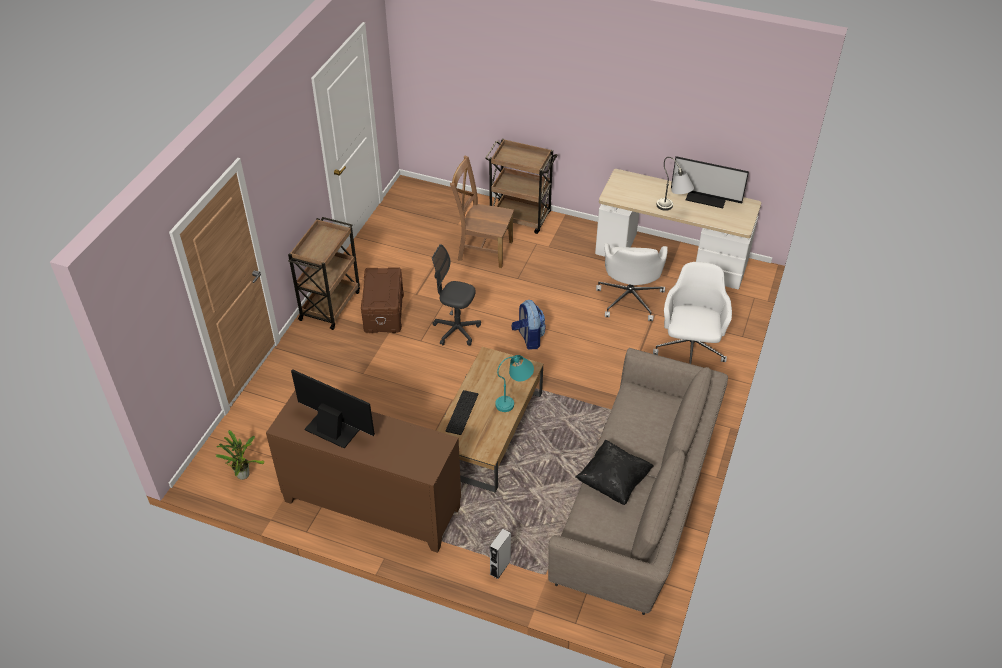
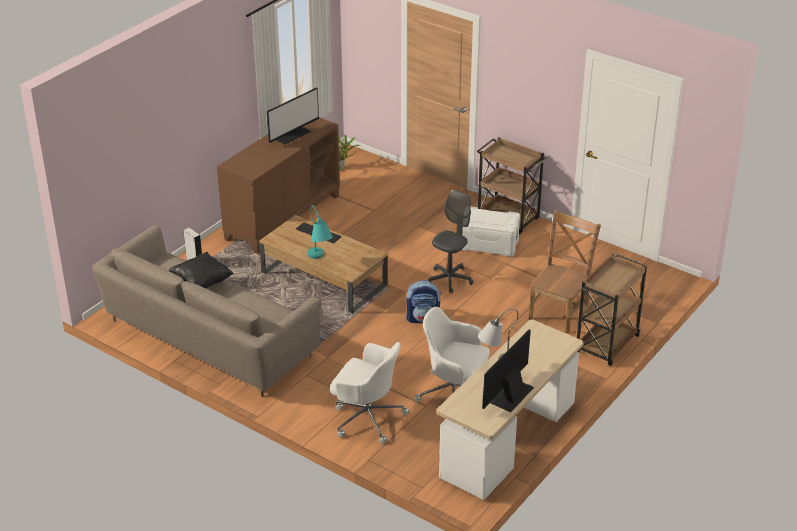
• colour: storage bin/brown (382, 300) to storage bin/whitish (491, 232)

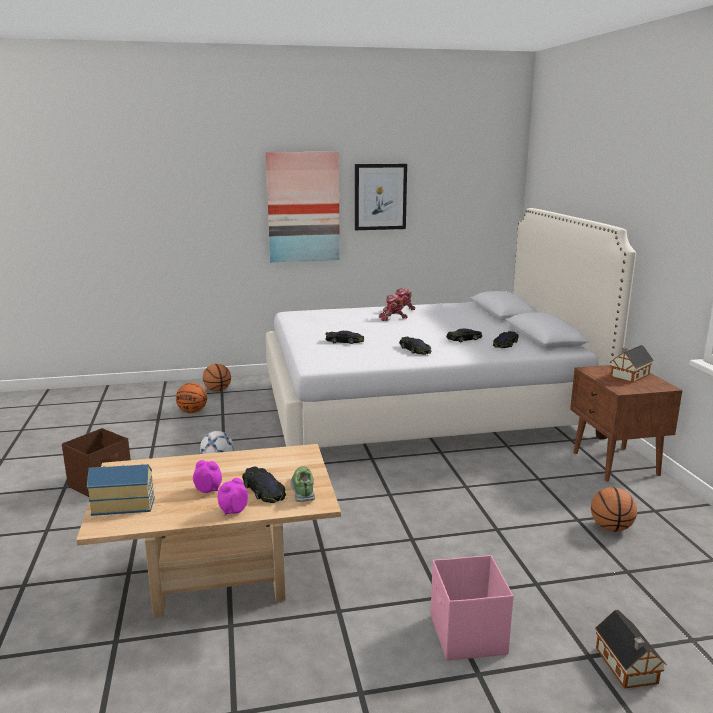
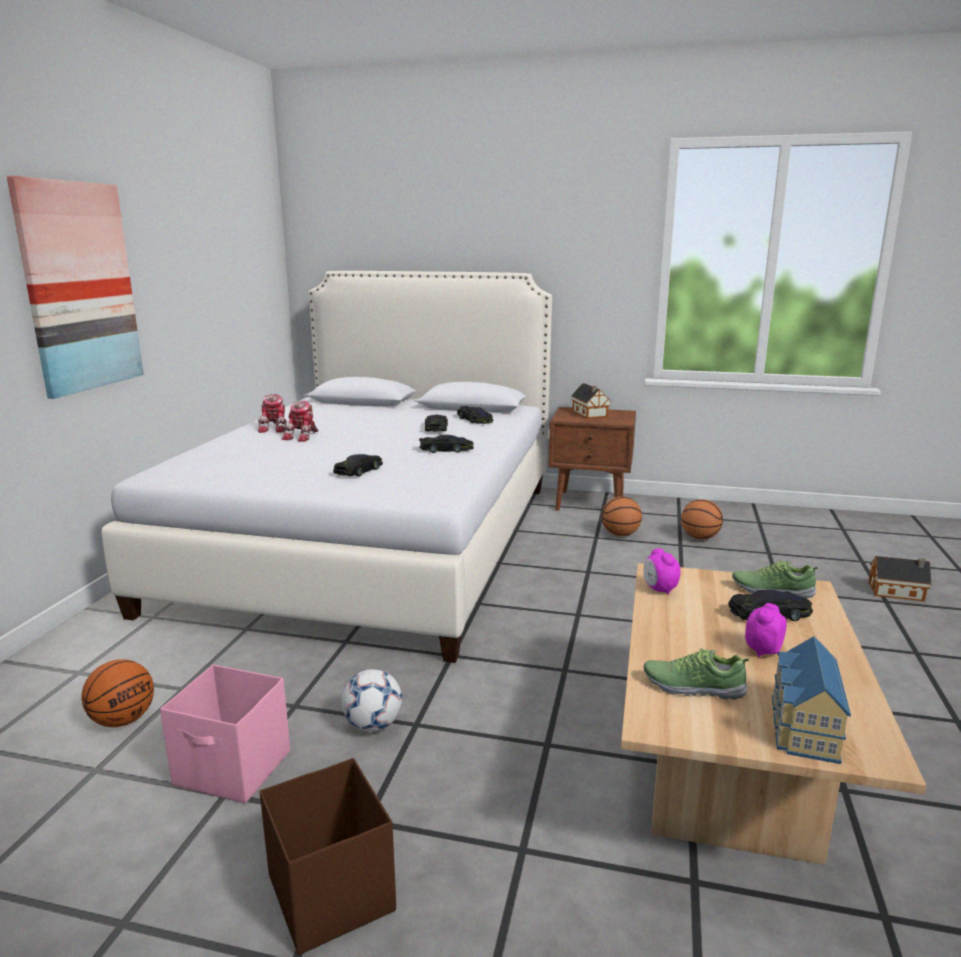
• missing: picture (381, 197)
• relocated: basketball (217, 378) to (621, 516)
• relocated: alarm clock (233, 496) to (661, 572)
• relocated: storage bin/pink-coloured (472, 608) to (225, 733)
• appeared: item of footwear (696, 674)

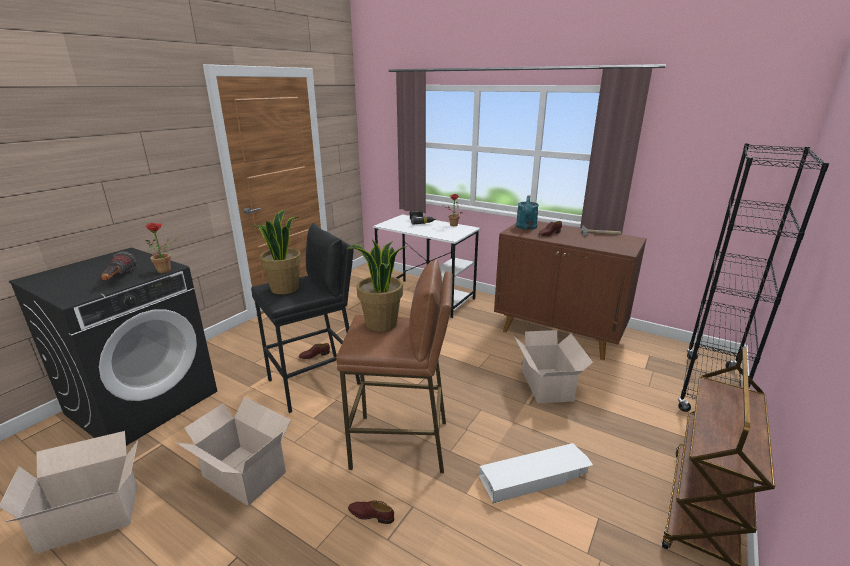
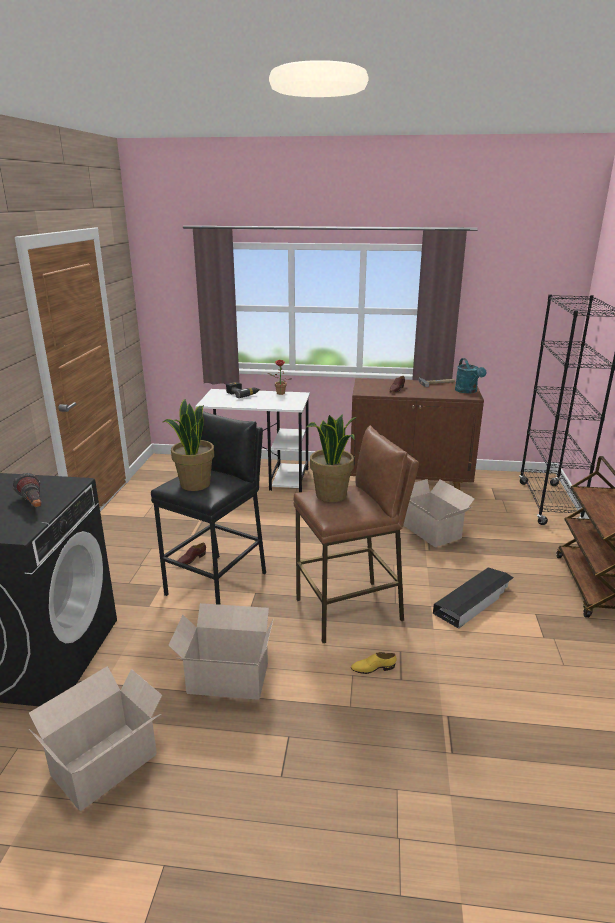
• relocated: sprinkling can/blue-green (527, 212) to (471, 376)
• missing: plant in a pot (162, 248)
• colour: storage bin/whitish (536, 473) to storage bin/black-coloured (473, 598)
• colour: item of footwear/brown (371, 512) to item of footwear/yellowish (373, 663)

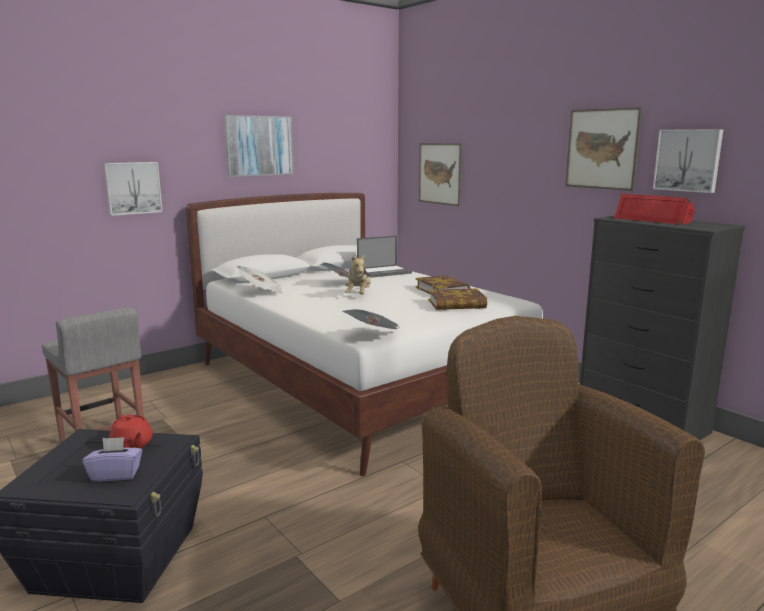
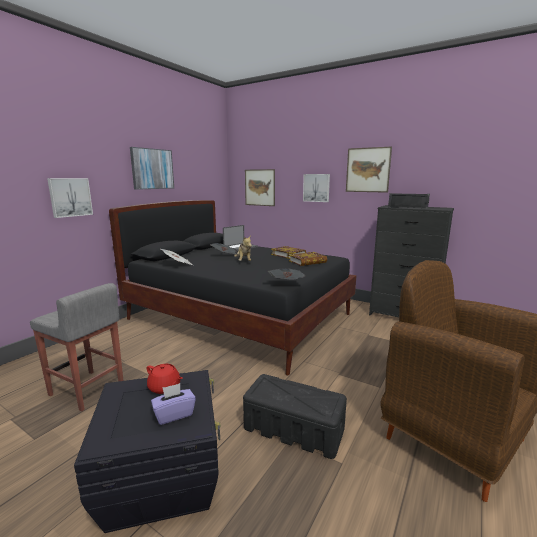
• relocated: picture (688, 161) to (316, 188)
• colour: sleeping bed/whitish (364, 334) to sleeping bed/black-coloured (233, 287)
• colour: audio speaker/red (654, 209) to audio speaker/black-coloured (409, 200)
• appeared: storage bin/black-coloured (295, 416)

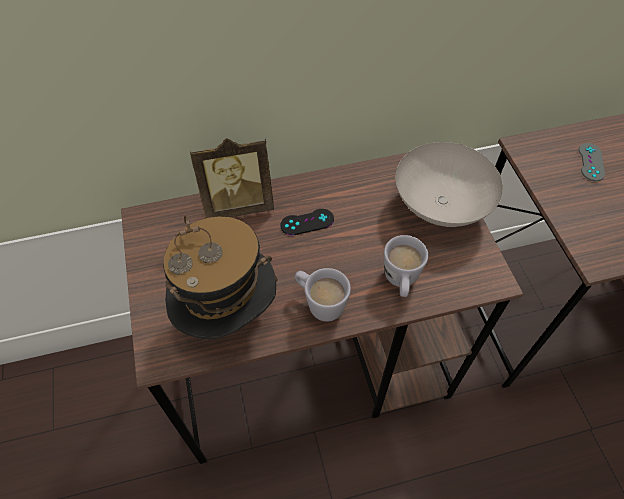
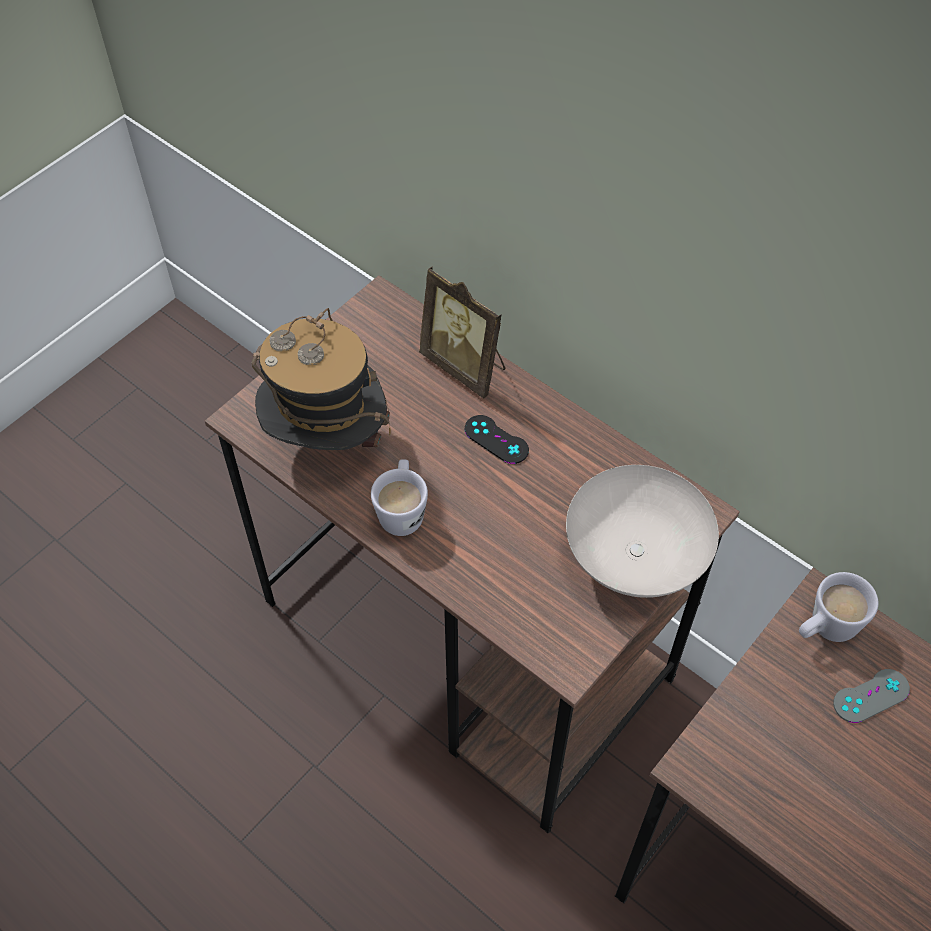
• relocated: coffee mug/whitish (406, 266) to (838, 607)

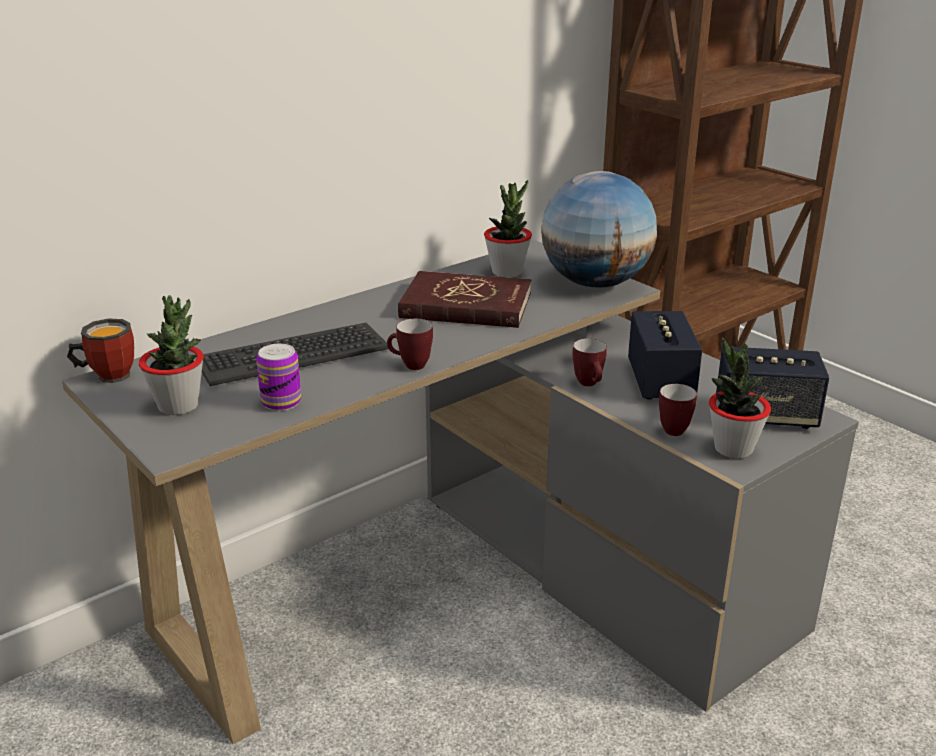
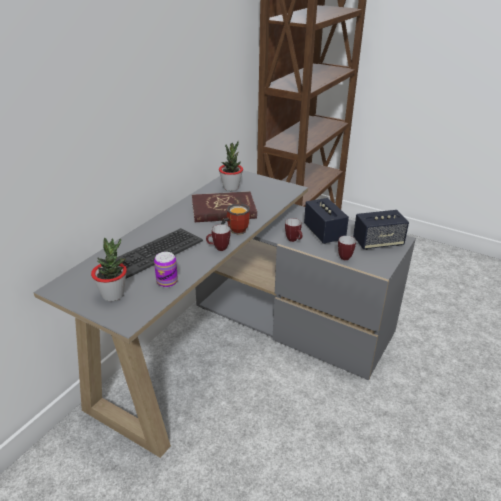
• missing: globe (599, 229)
• relocated: coffee mug (100, 350) to (235, 219)
• missing: plant in a pot (740, 398)

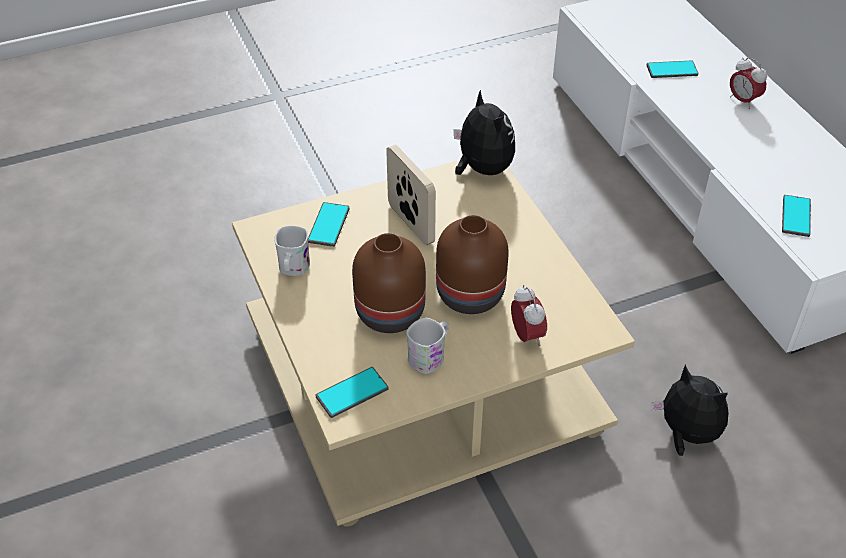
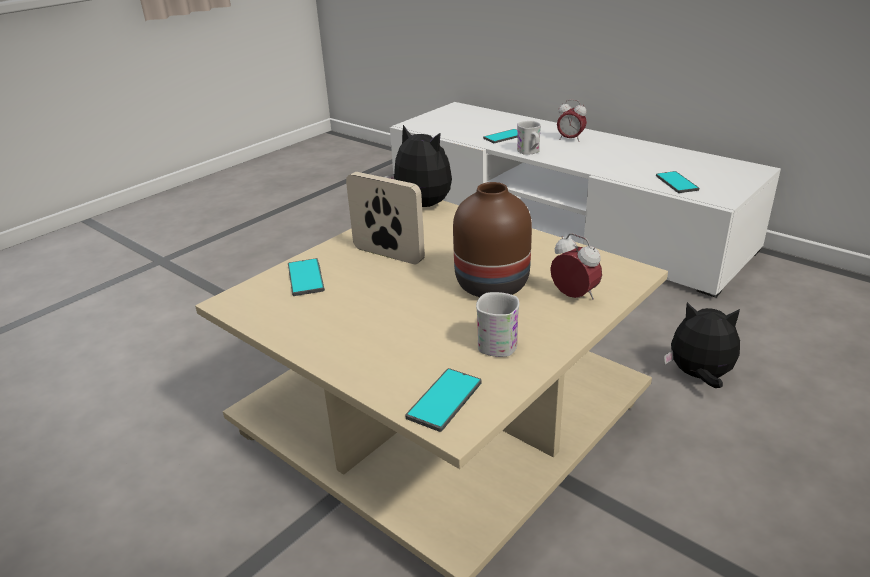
• relocated: coffee mug/whitish (292, 251) to (529, 138)
• missing: flower vase/brown (389, 283)

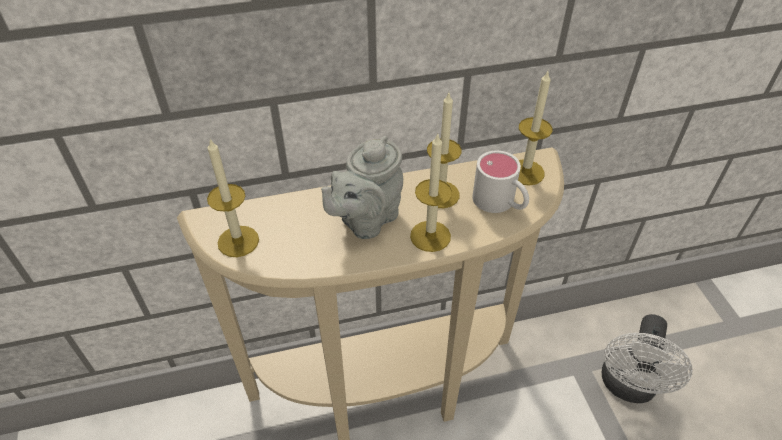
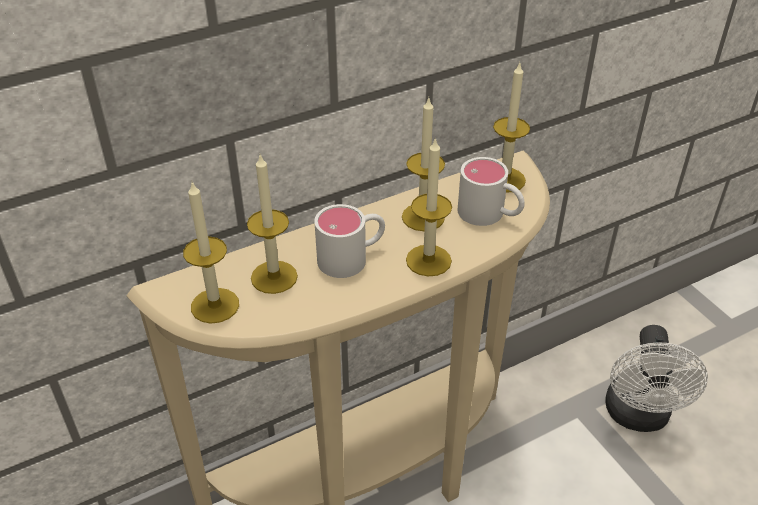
• exchanged: tea pot/grey (362, 187) to coffee mug/whitish (349, 241)
• appeared: wax light (272, 224)

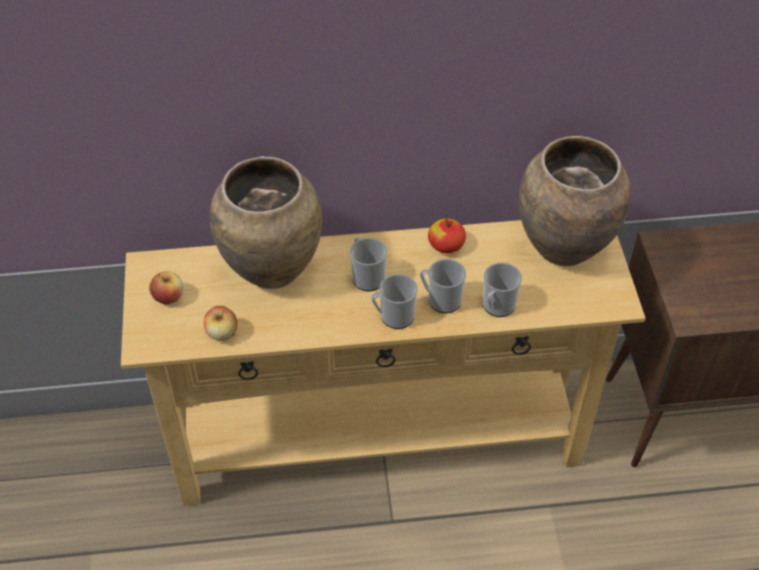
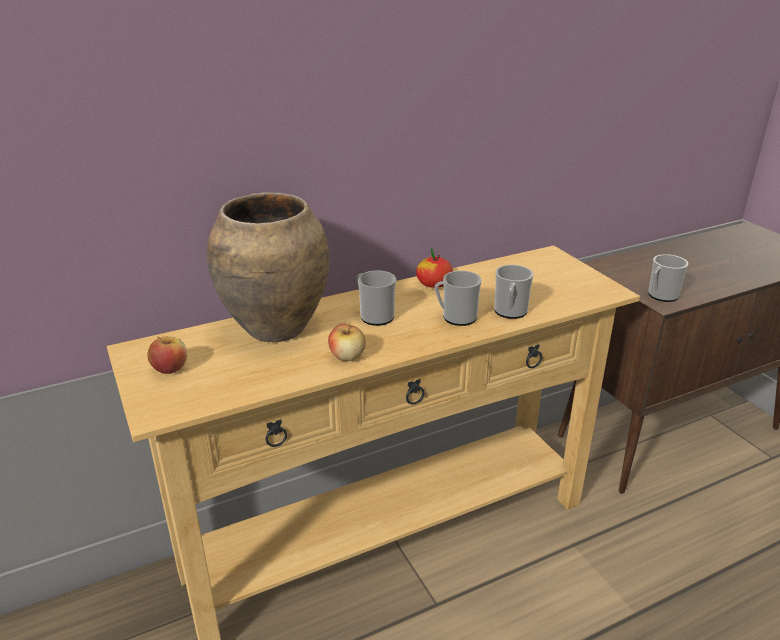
• missing: flower vase/brown (575, 201)
• relocated: coffee mug (394, 301) to (668, 278)
• relocated: apple fruit (221, 323) to (347, 342)

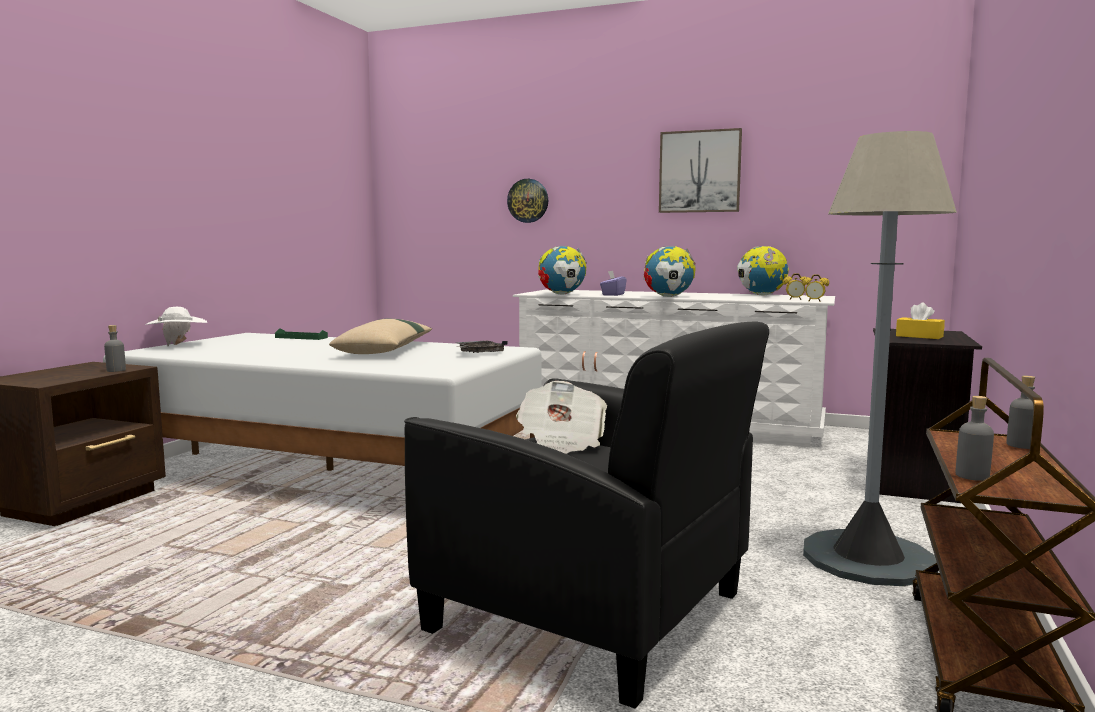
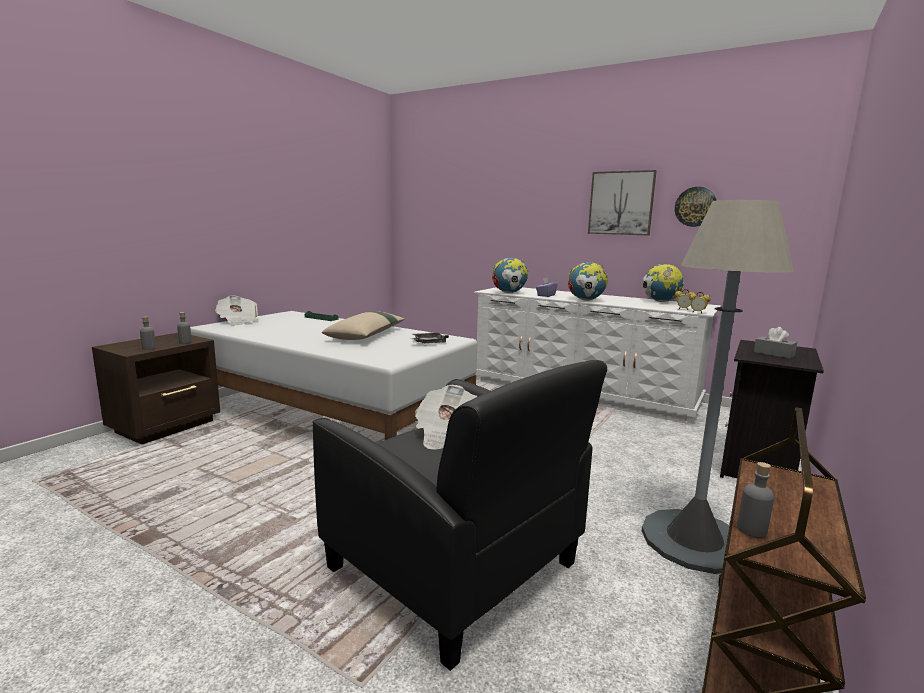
• relocated: wall clock (527, 201) to (695, 207)
• colour: tissue box/yellowish (920, 320) to tissue box/grey (775, 342)
• exchanged: wearable hat/whitish (176, 326) to daily paper (236, 310)
• relocated: drink bottle/grey (1020, 412) to (148, 333)

